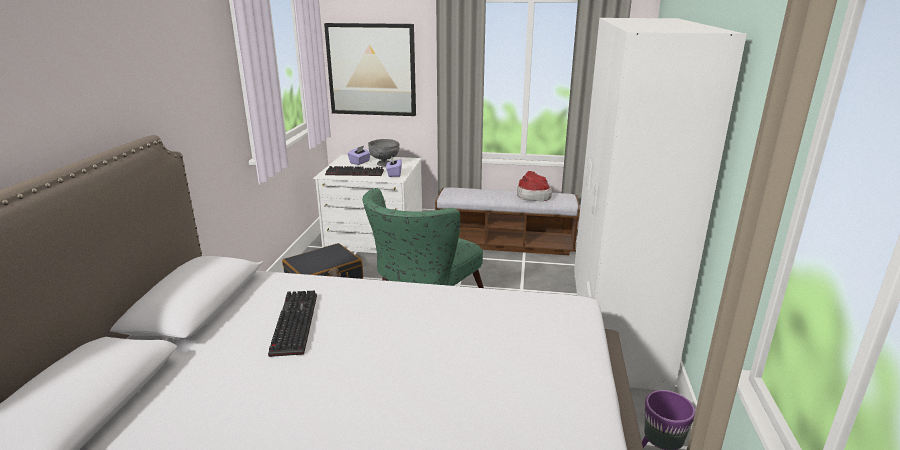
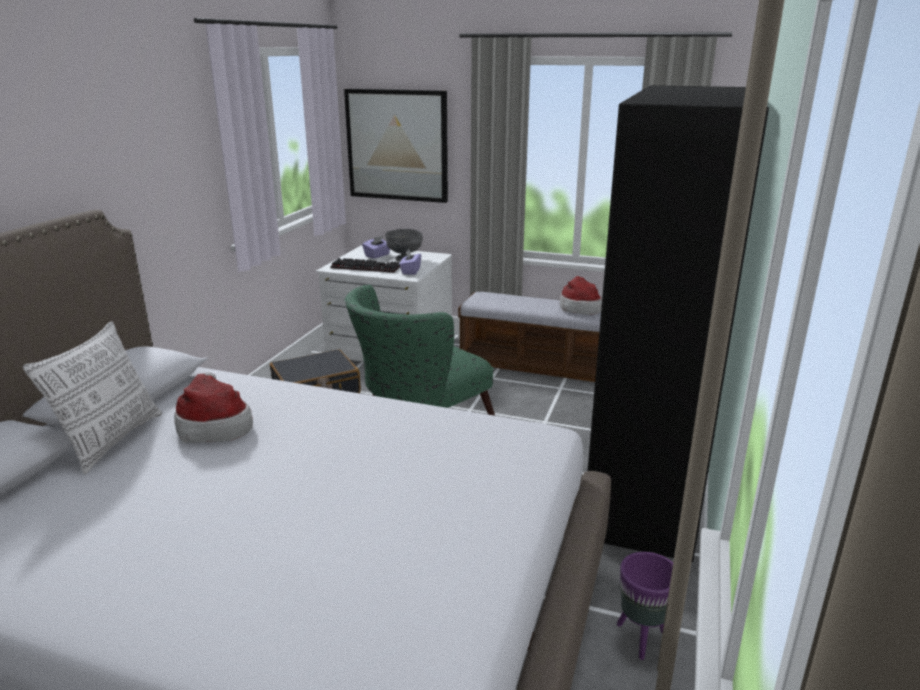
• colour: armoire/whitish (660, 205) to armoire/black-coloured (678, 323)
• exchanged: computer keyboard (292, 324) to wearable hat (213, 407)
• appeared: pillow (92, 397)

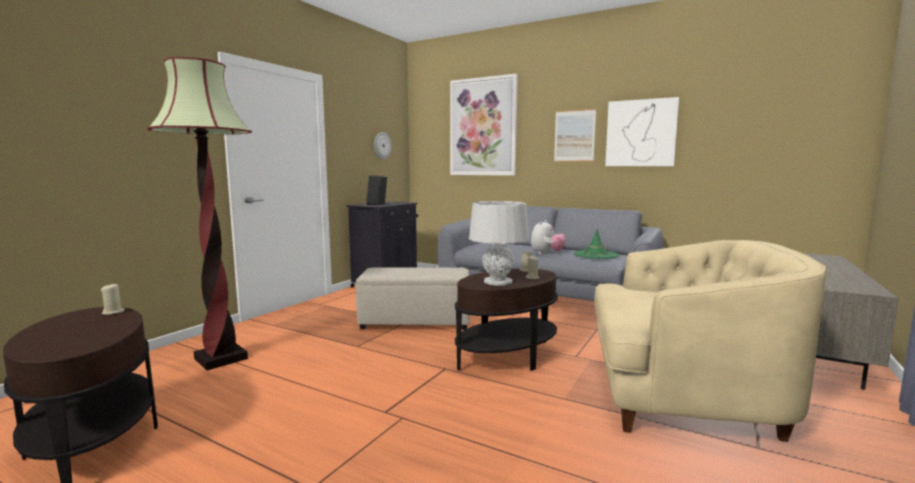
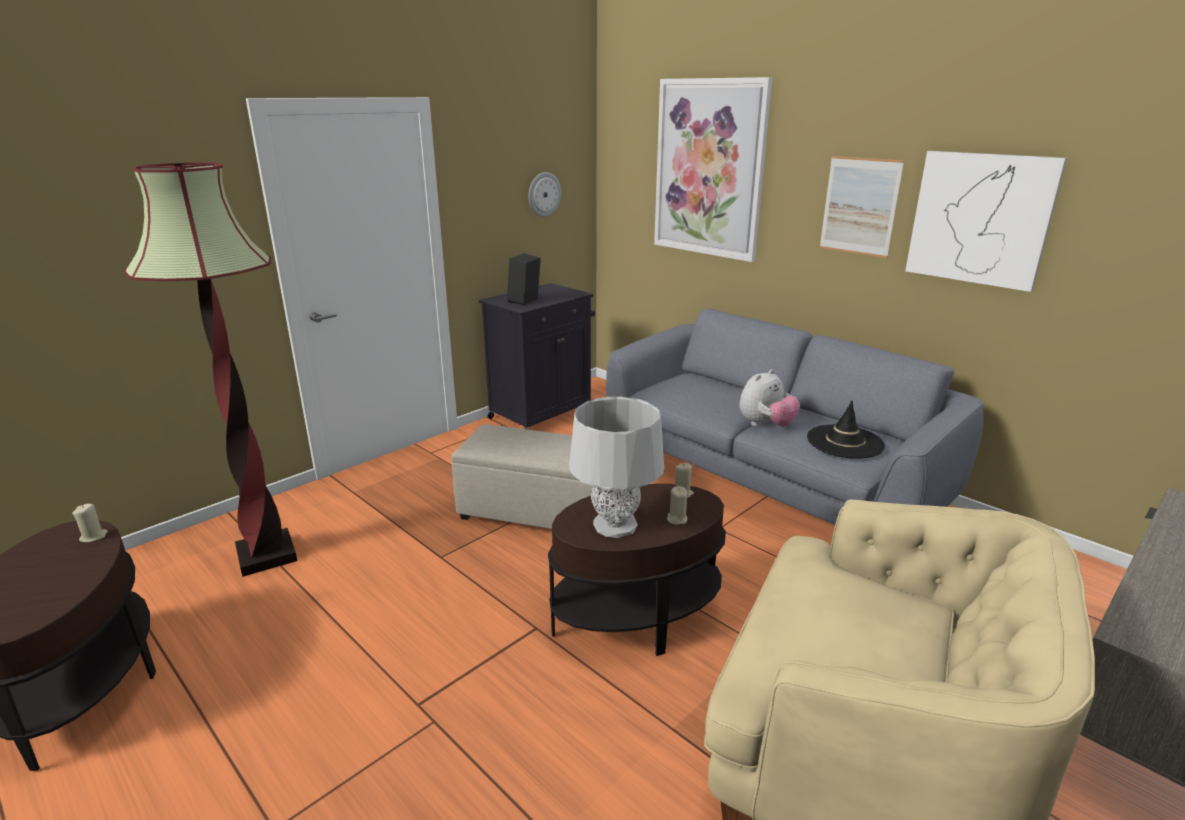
• colour: wearable hat/green (596, 244) to wearable hat/black-coloured (846, 429)

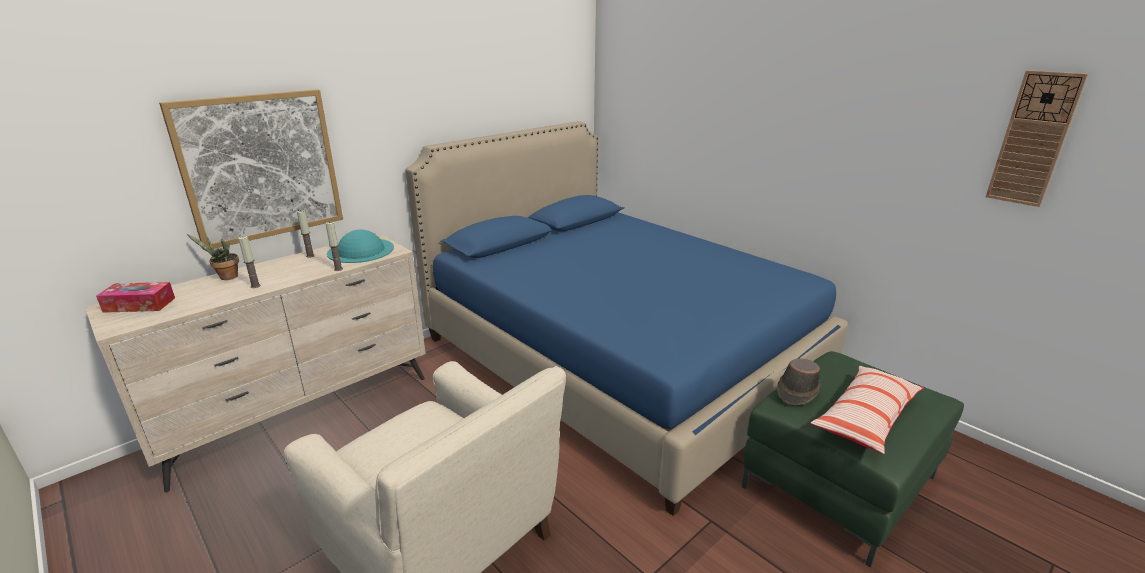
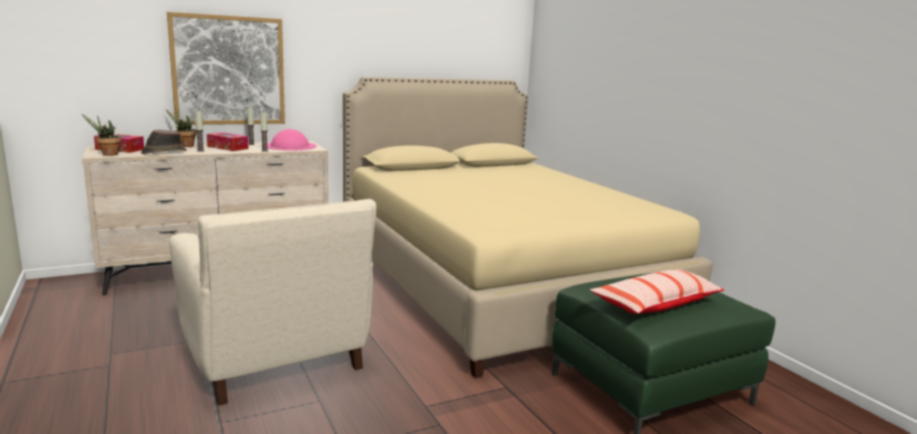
• missing: wall clock (1037, 138)
• colour: sleeping bed/bluish (626, 318) to sleeping bed/beige-coloured (528, 227)
• colour: wearable hat/blue-green (360, 246) to wearable hat/pink-coloured (292, 139)
• relocated: wearable hat/brown (798, 382) to (163, 142)
• appeared: plant in a pot (101, 135)
• appeared: tissue box (228, 141)

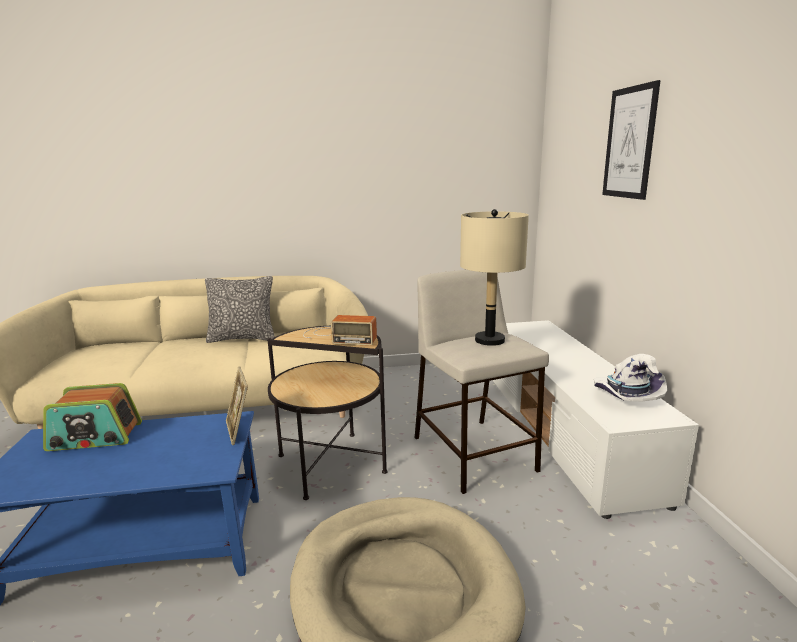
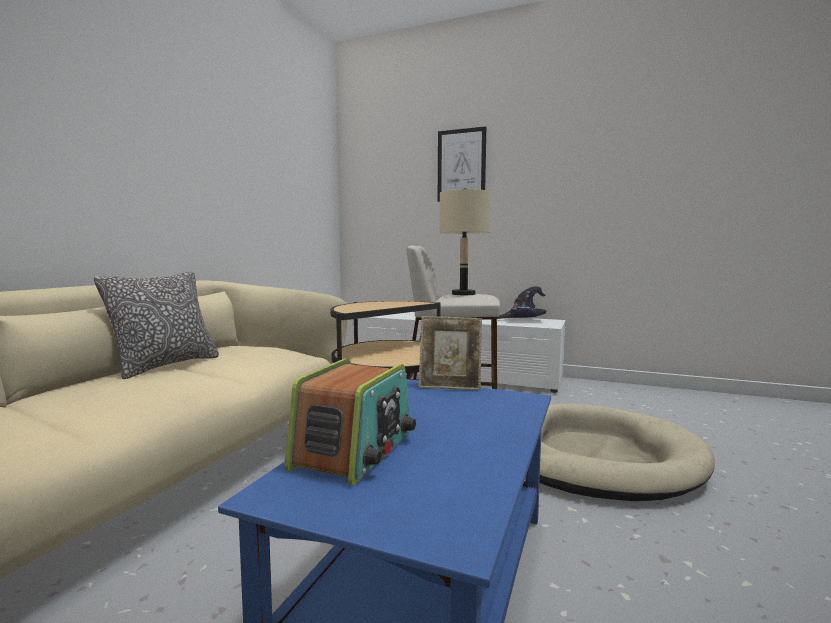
• missing: radio set (340, 330)
• colour: wearable hat/whitish (630, 377) to wearable hat/black-coloured (521, 302)

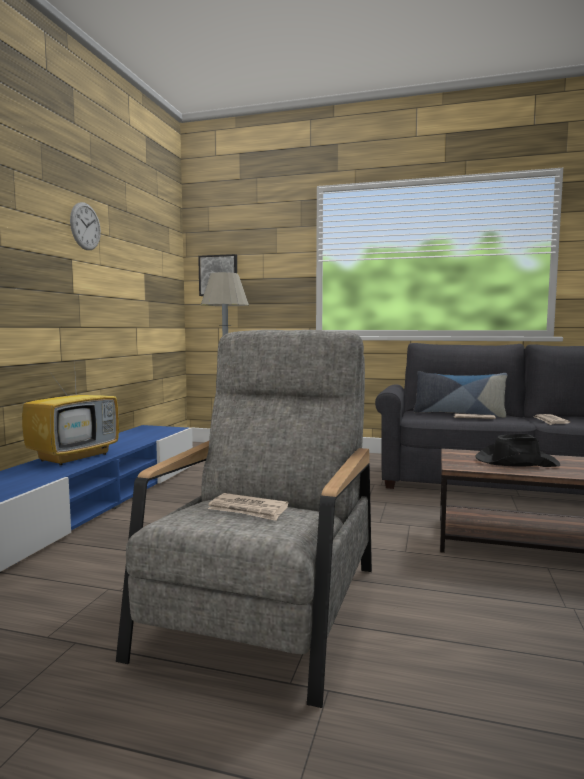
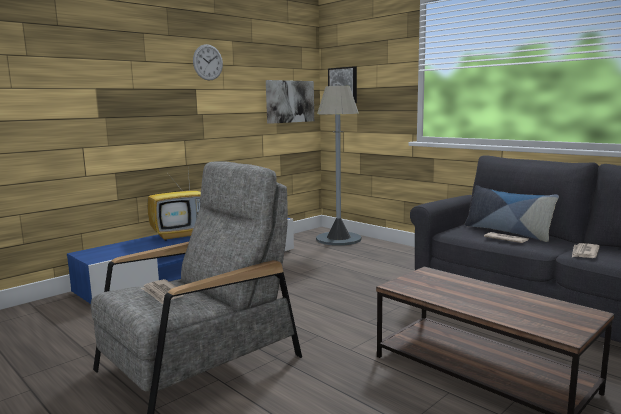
• missing: wearable hat/black-coloured (517, 450)
• appeared: picture (290, 102)

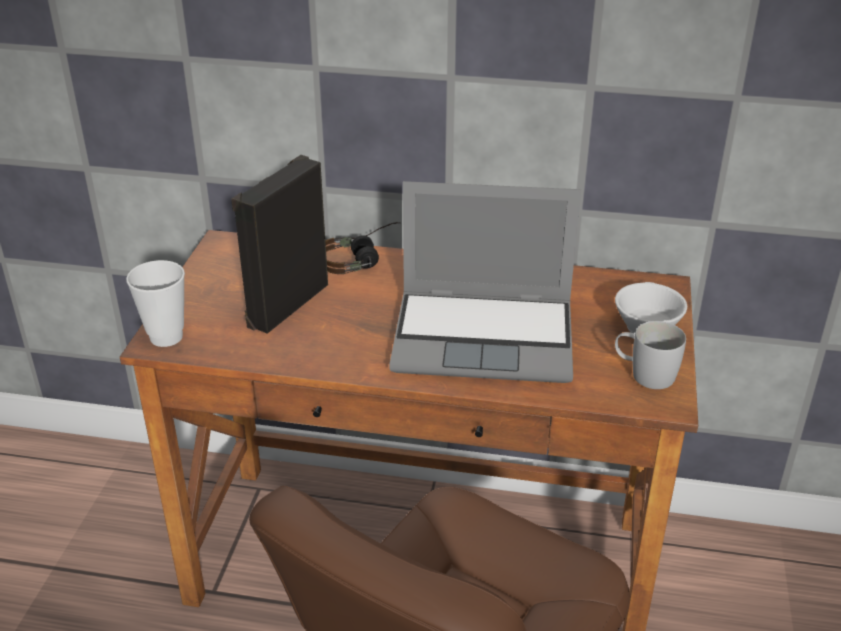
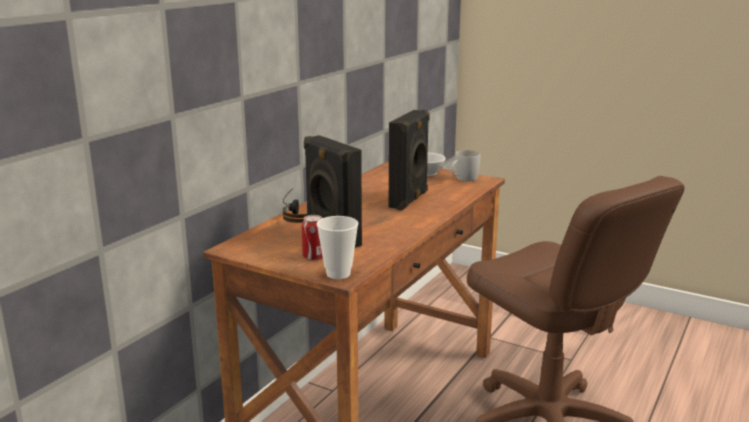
• exchanged: portable computer (485, 282) to audio speaker/black-coloured (409, 160)
• appeared: metal can (312, 237)

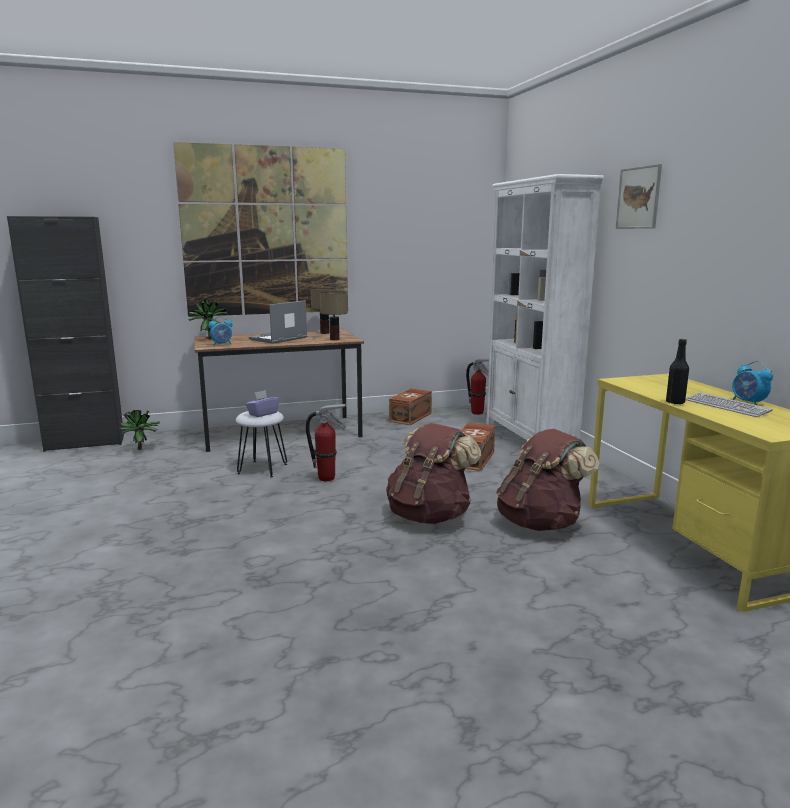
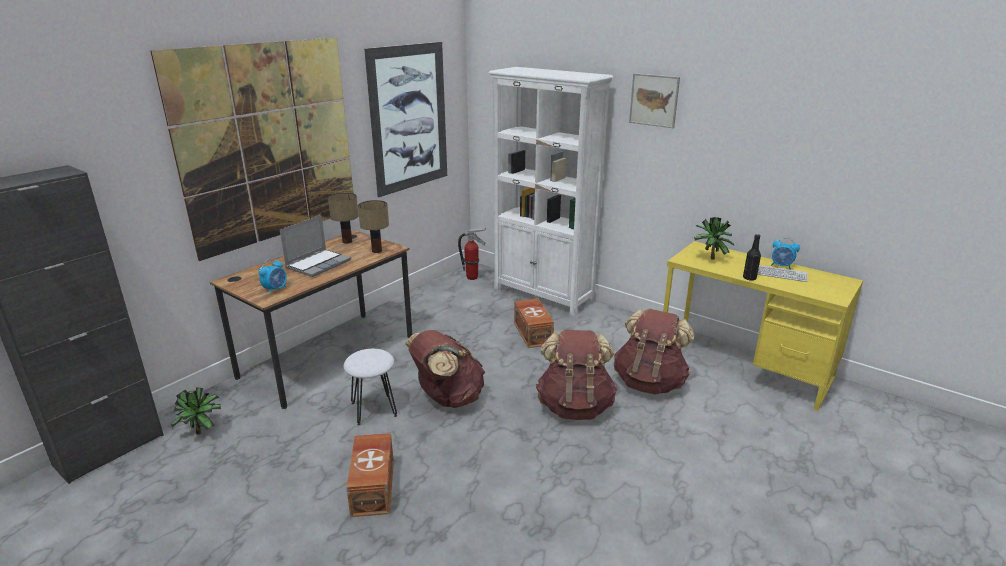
• relocated: plant in a pot (208, 319) to (714, 238)
• spun: portable computer (278, 322) = (315, 246) 150 degrees counterclockwise
• relocated: storage bin/brown (410, 407) to (370, 475)
• missing: tissue box/purple (262, 403)
• exchanged: fire extinguisher (326, 442) to backpack/brown (445, 369)
• appeared: picture (405, 119)

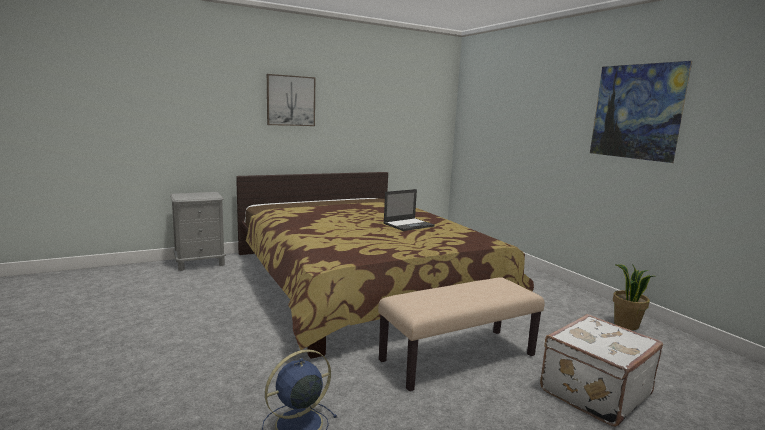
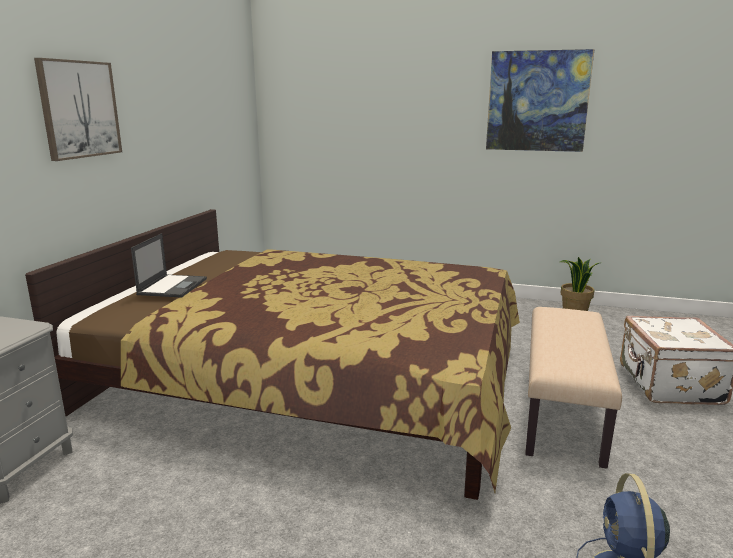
• relocated: portable computer (409, 210) to (169, 265)

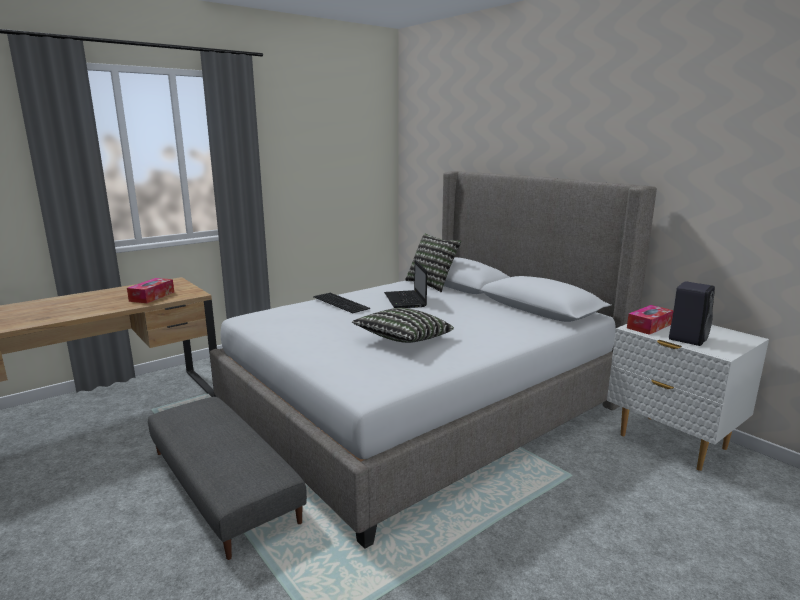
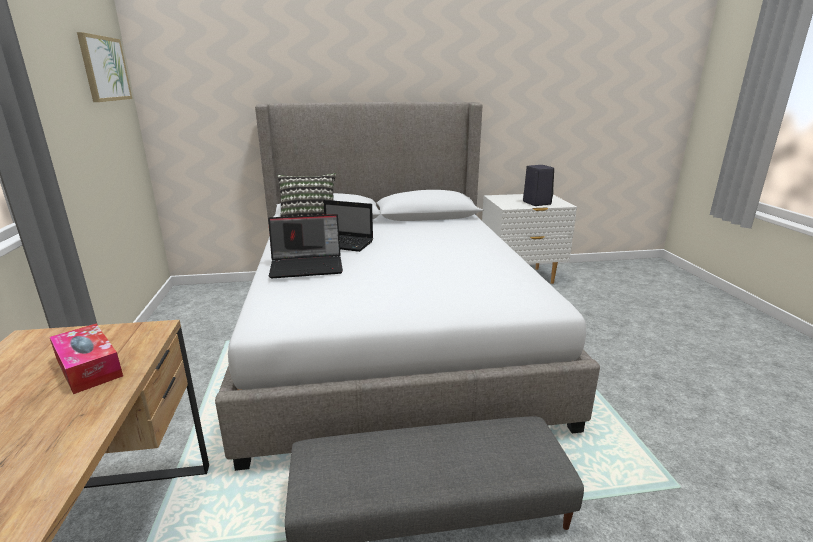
• exchanged: computer keyboard (341, 303) to portable computer (305, 246)
• missing: tissue box (650, 320)
• missing: pillow (403, 325)
• appeared: picture (104, 67)

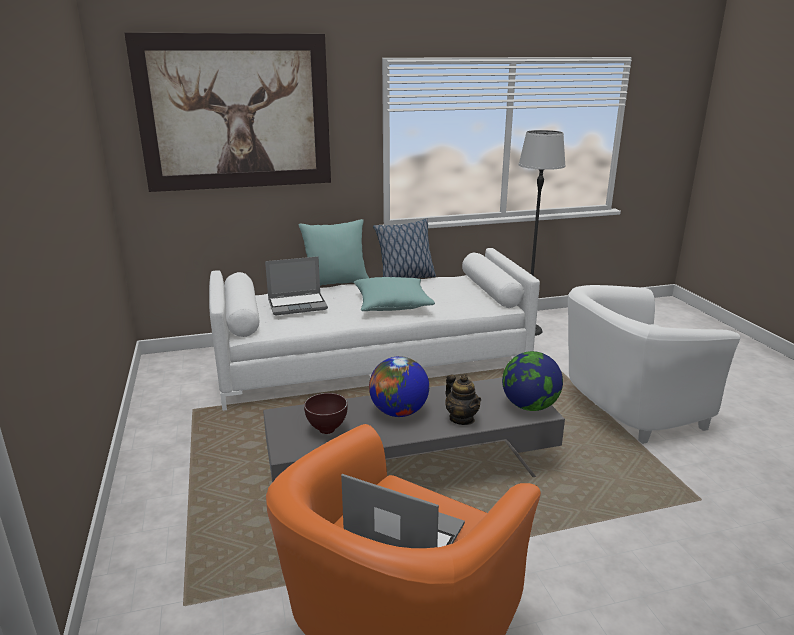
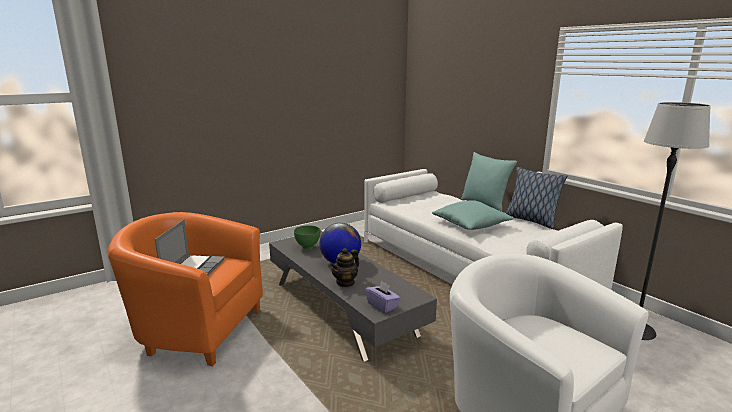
• missing: picture (227, 112)
• missing: portable computer (296, 286)
• exchanged: globe (532, 381) to tissue box/purple (382, 296)
• colour: deep dish/brown (326, 413) to deep dish/green (307, 237)

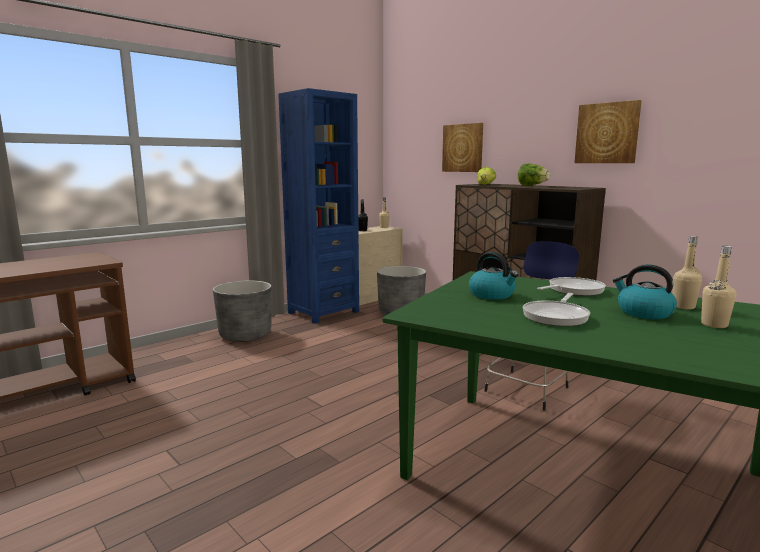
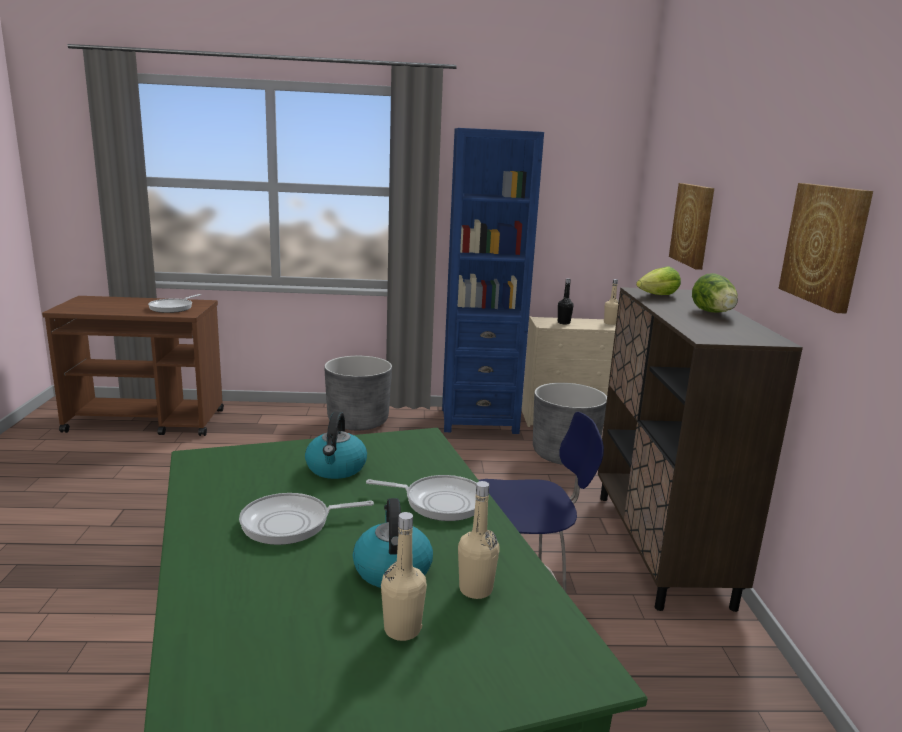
• appeared: frying pan (174, 303)

